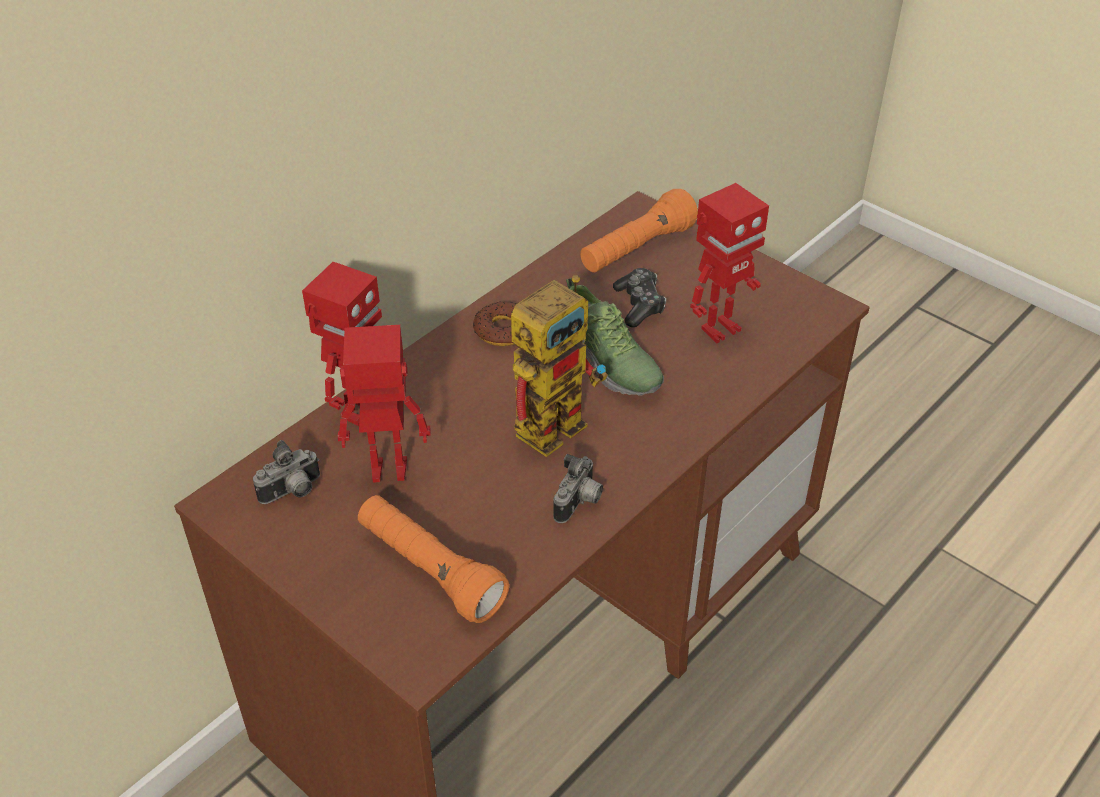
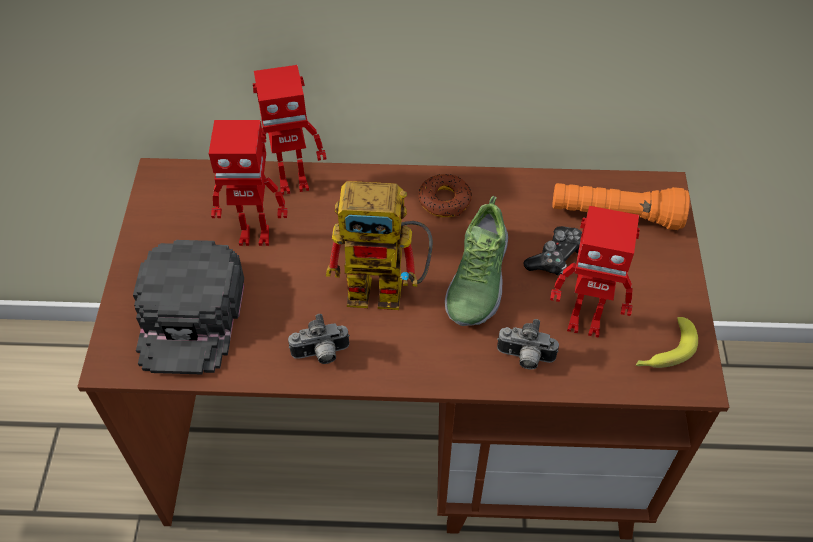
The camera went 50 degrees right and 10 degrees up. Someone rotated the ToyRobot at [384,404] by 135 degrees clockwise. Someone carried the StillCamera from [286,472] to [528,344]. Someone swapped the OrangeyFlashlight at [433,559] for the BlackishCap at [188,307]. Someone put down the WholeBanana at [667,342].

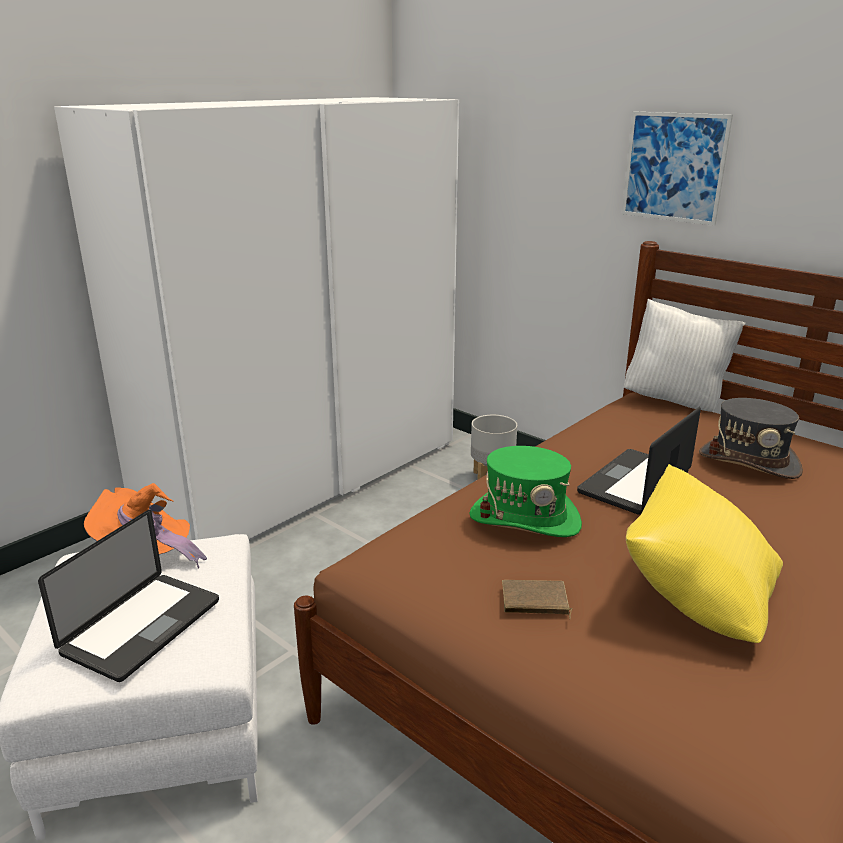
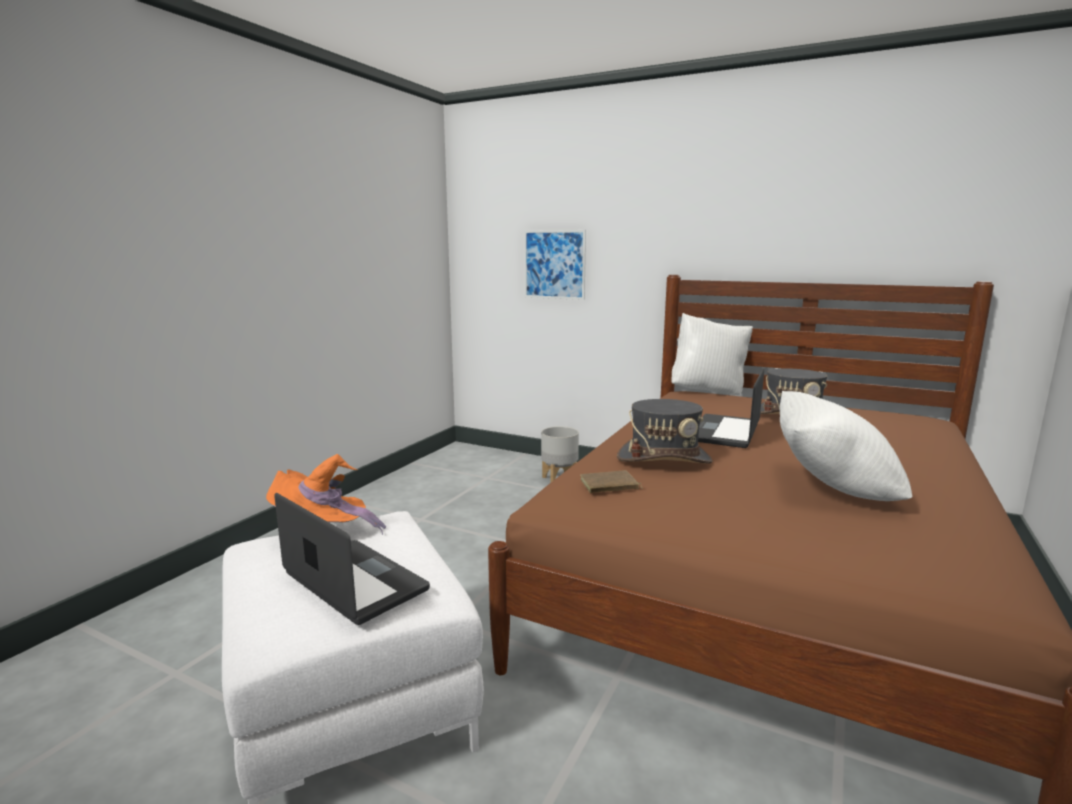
The camera went 15 degrees left and 10 degrees down. Someone took away the WhitishClothesCupboard at [256,319]. Someone carried the Picture from [677,168] to [555,265]. Someone repainted the GreenWearableHat at [526,491], which became the GreyWearableHat at [665,431]. Someone repainted the YellowColouredPillow at [704,553], which became the WhitishPillow at [846,446]. Someone rotated the Laptop at [128,596] by 60 degrees counterclockwise. Someone carried the BrownColouredBoundBook from [537,600] to [611,481].

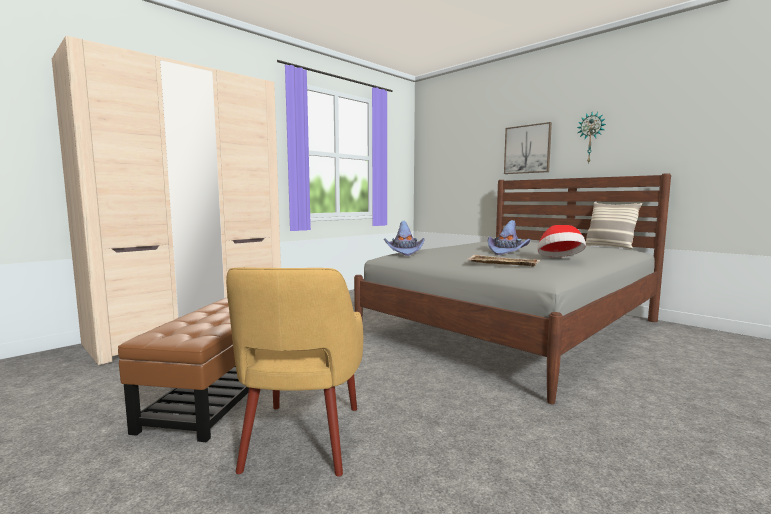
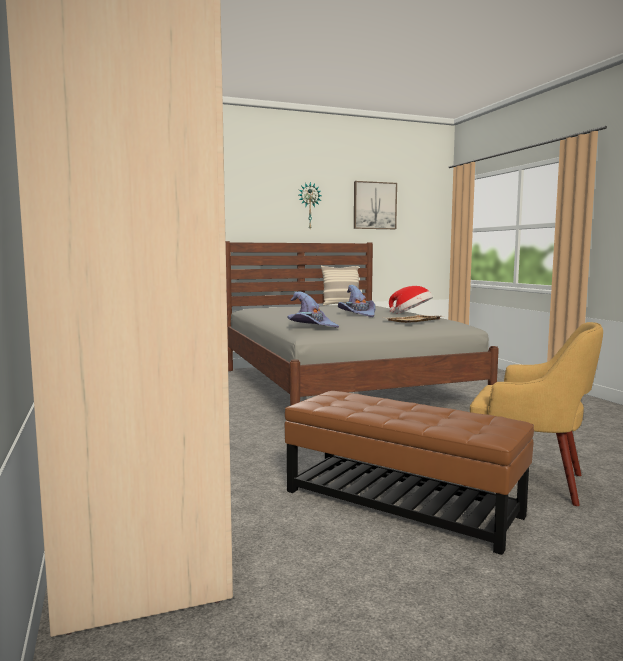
The camera went 65 degrees left and 0 degrees up. Someone carried the Picture from [528,148] to [375,205].

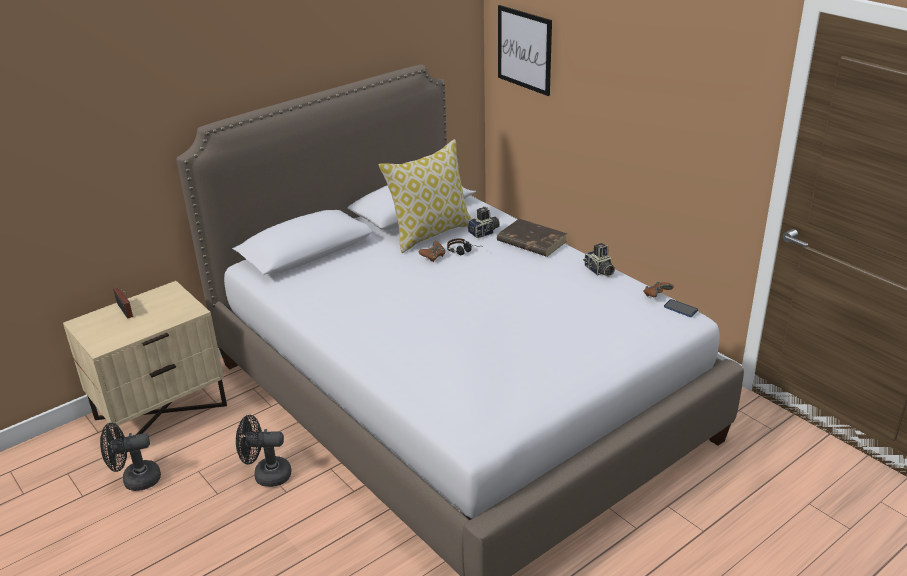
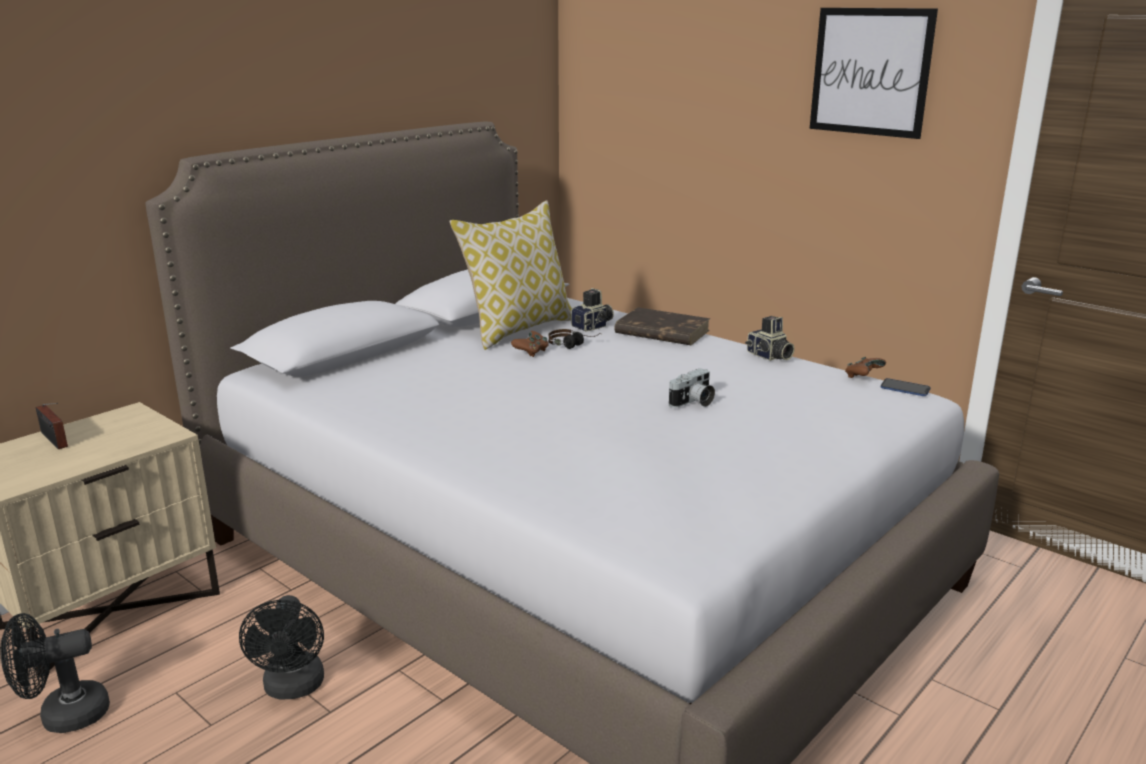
The camera went 10 degrees left and 10 degrees down. Someone carried the Picture from [525,50] to [874,73]. Someone rotated the BlackishCoolingFan at [263,451] by 90 degrees counterclockwise. Someone put down the StillCamera at [692,388].

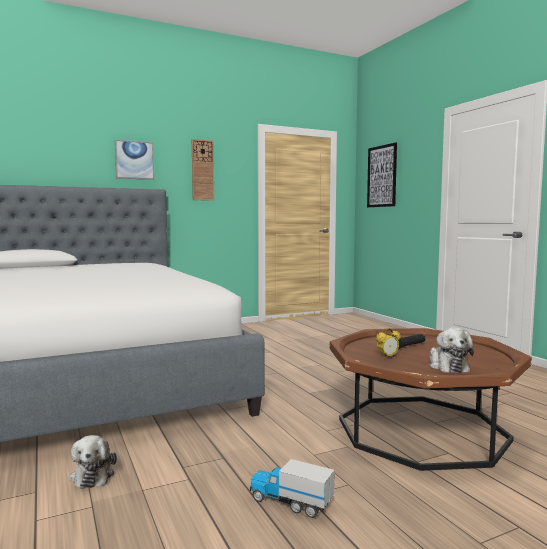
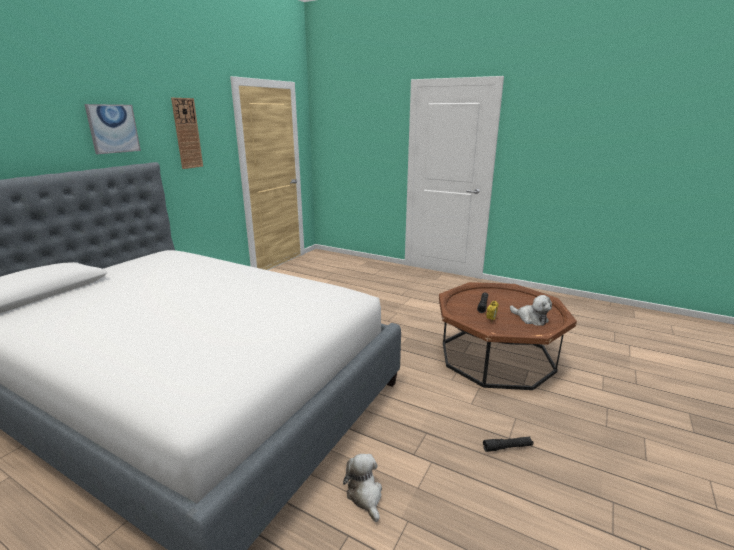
The camera went 35 degrees left and 15 degrees up. Someone took away the Picture at [382,174]. Someone rotated the PlushToy at [93,462] by 150 degrees counterclockwise. Someone swapped the ToyLorry at [292,488] for the BlackishFlashlight at [508,444].

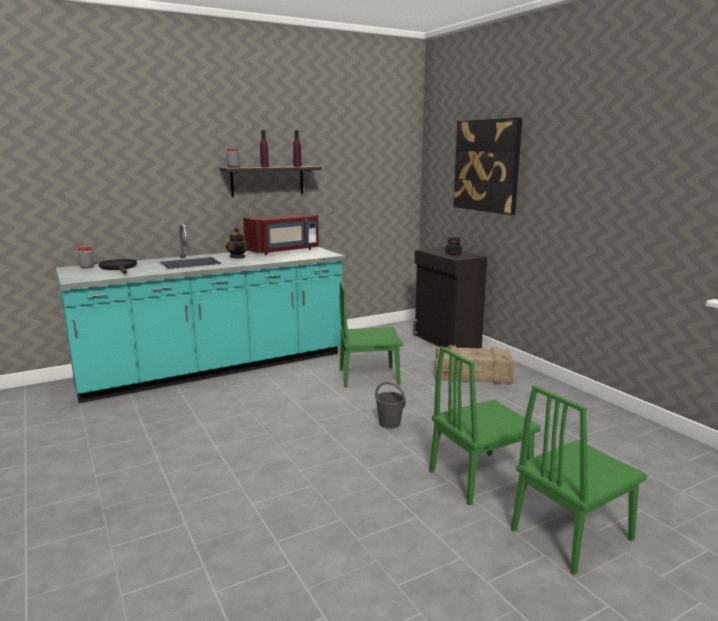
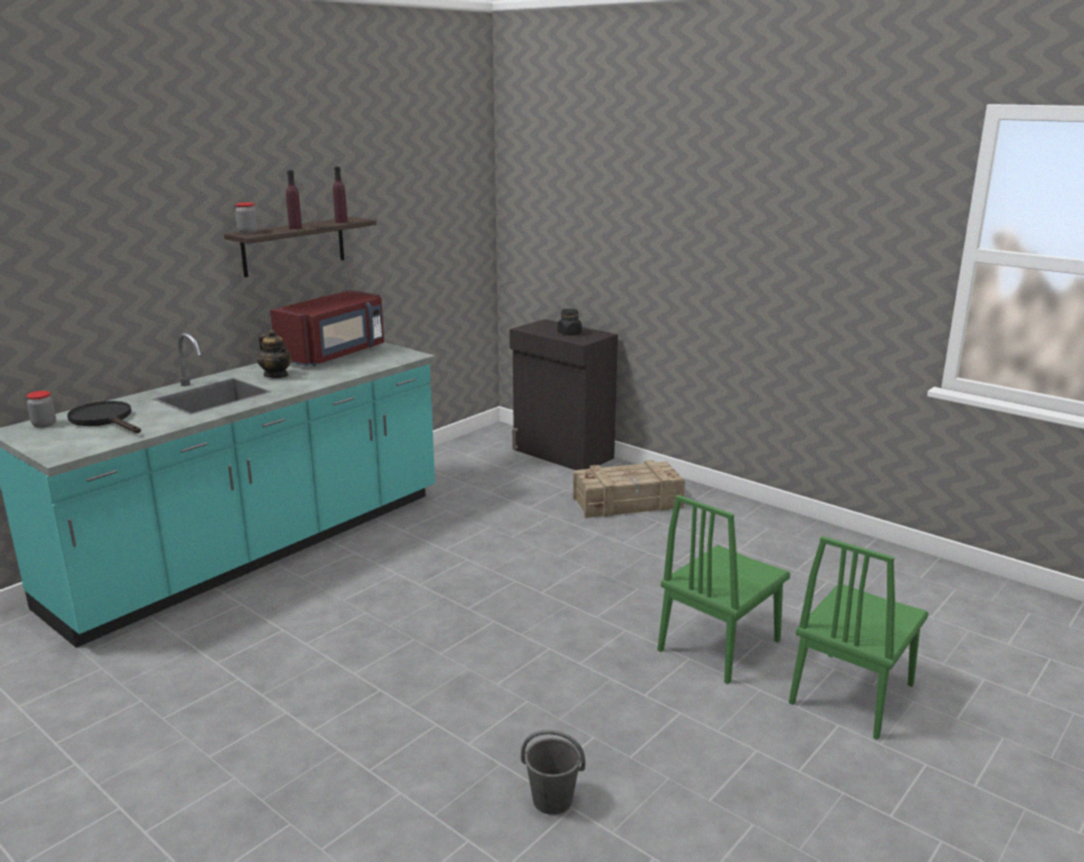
The camera went 20 degrees left and 5 degrees up. Someone took away the Picture at [487,166]. Someone took away the GreenChair at [371,334]. Someone carried the GreyBucket from [390,405] to [553,772].

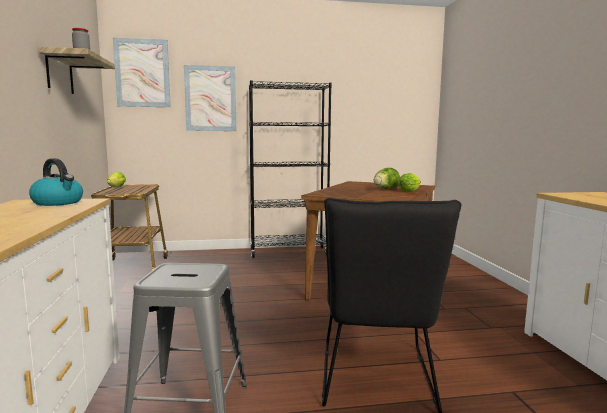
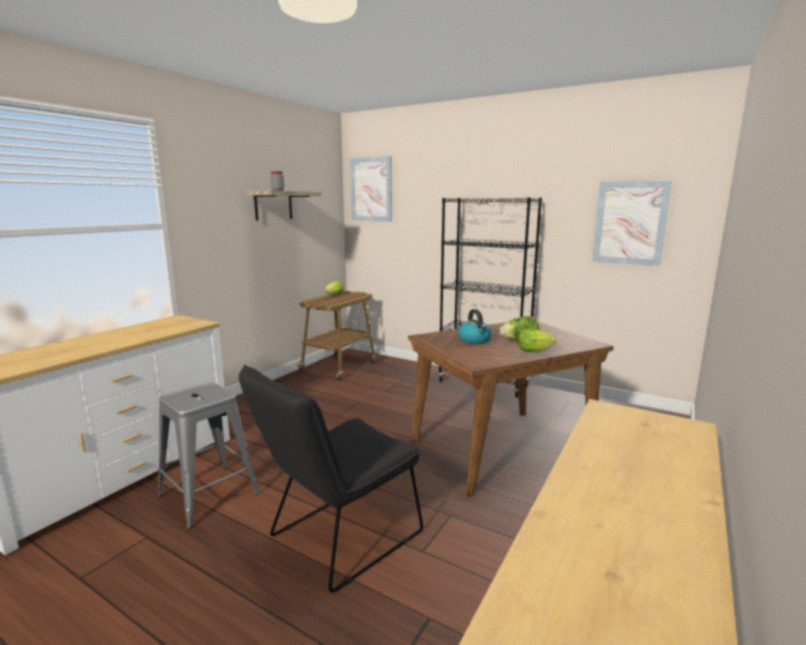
The camera went 40 degrees right and 5 degrees up. Someone carried the Picture from [210,98] to [632,223]. Someone carried the TeaKettle from [56,182] to [475,326].

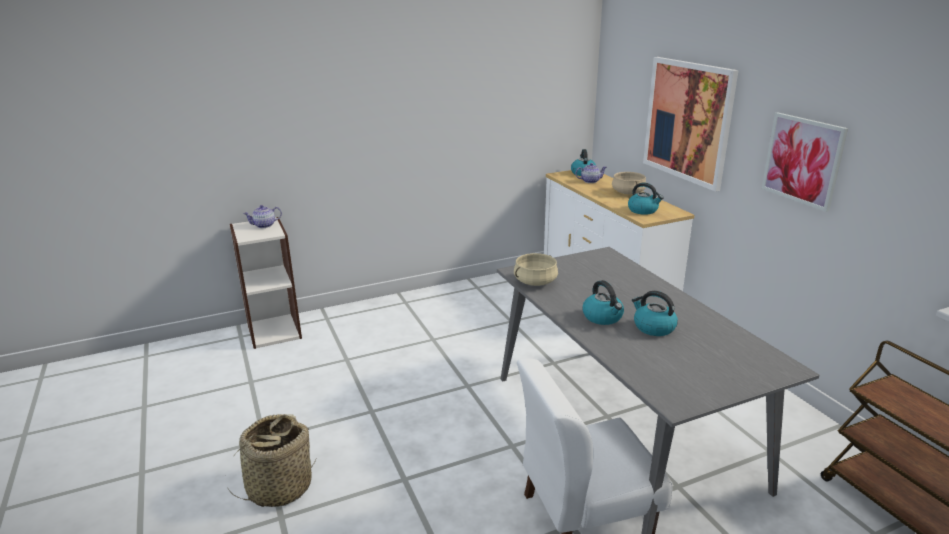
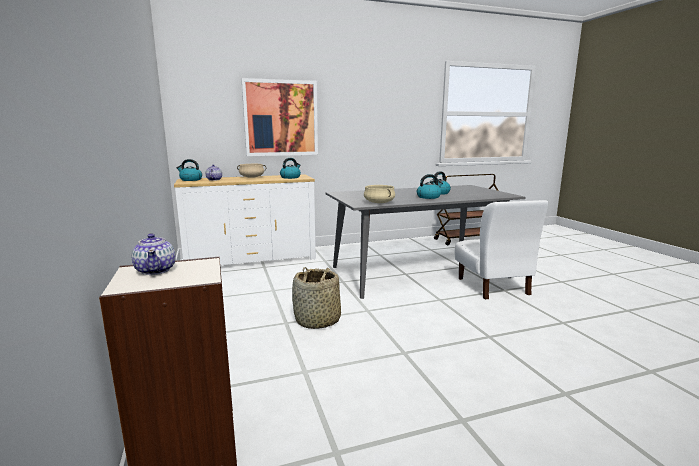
The camera went 85 degrees left and 10 degrees down. Someone took away the Picture at [804,162]. Someone carried the HouseholdBasket from [272,460] to [316,298].

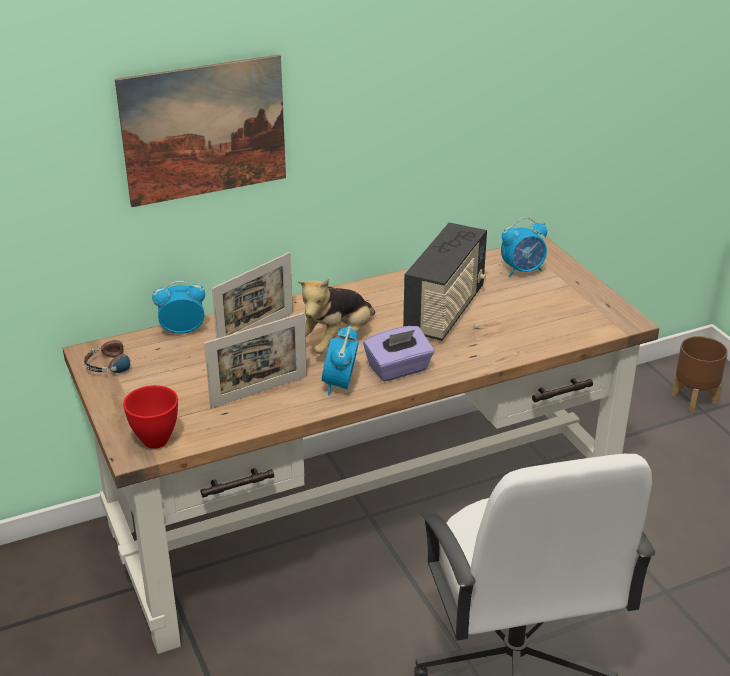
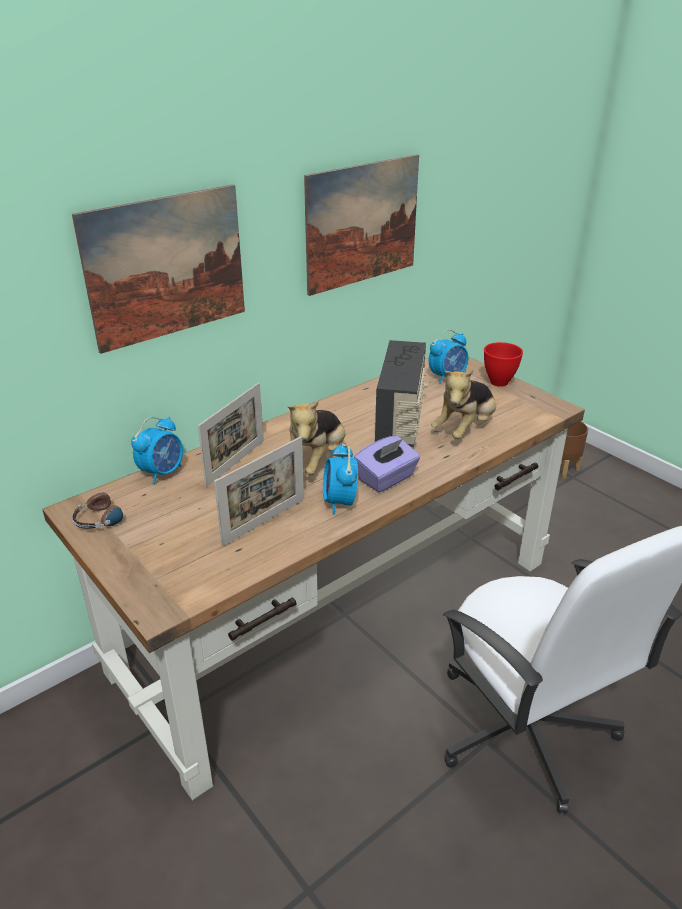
The camera went 15 degrees left and 0 degrees up. Someone rotated the BedsideClock at [178,307] by 150 degrees clockwise. Someone carried the ReddishDeepDish from [150,417] to [503,364]. Someone put up the Picture at [361,225]. Someone put down the PlushToy at [463,404].

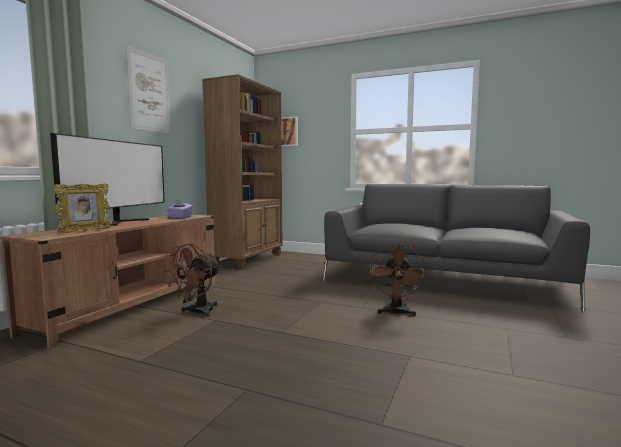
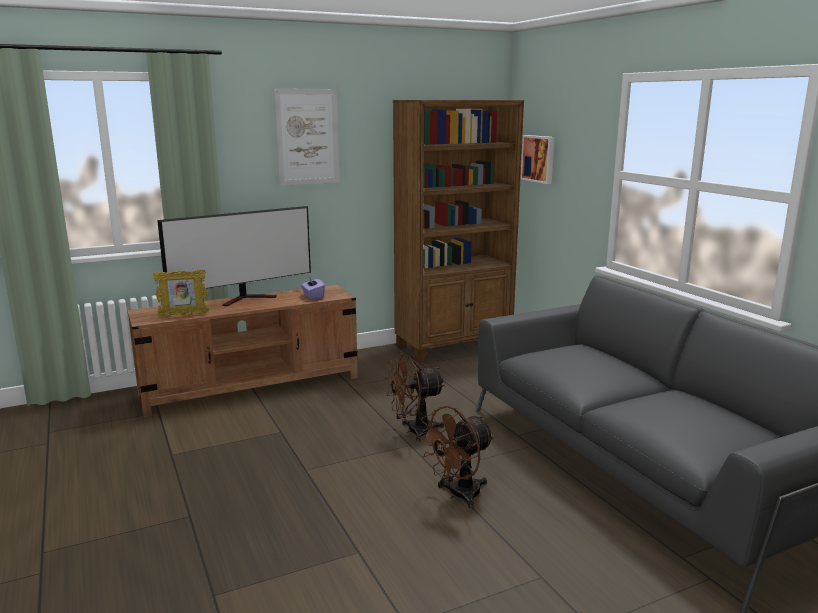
The camera went 40 degrees right and 10 degrees up. Someone carried the BrownColouredCoolingFan from [192,280] to [415,398].

